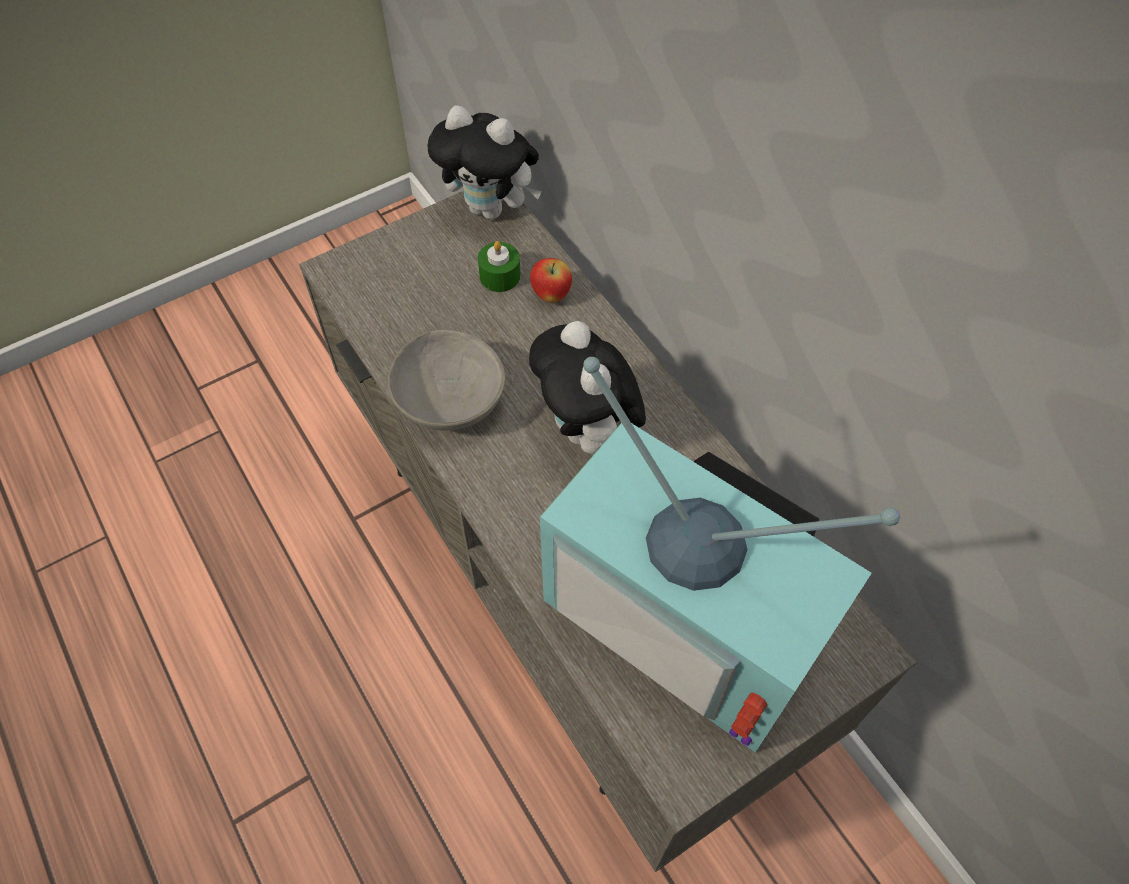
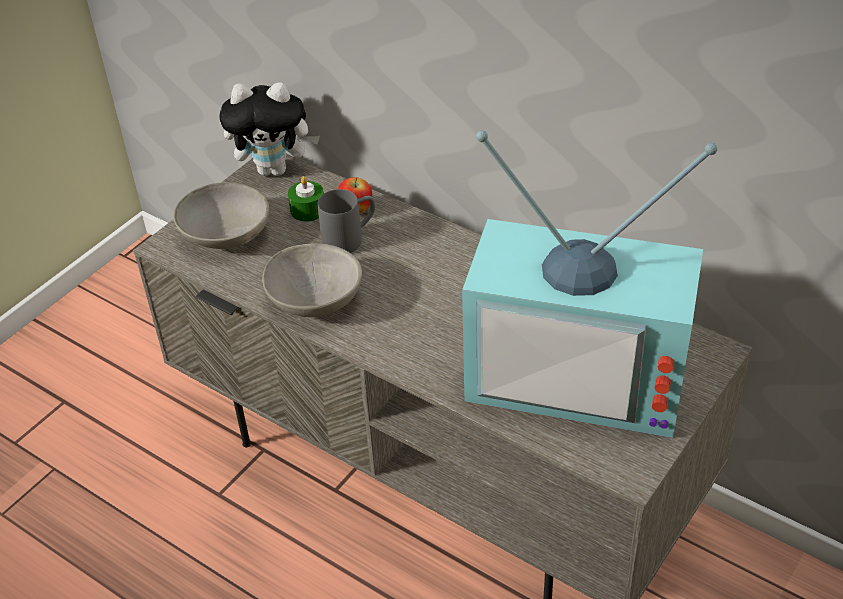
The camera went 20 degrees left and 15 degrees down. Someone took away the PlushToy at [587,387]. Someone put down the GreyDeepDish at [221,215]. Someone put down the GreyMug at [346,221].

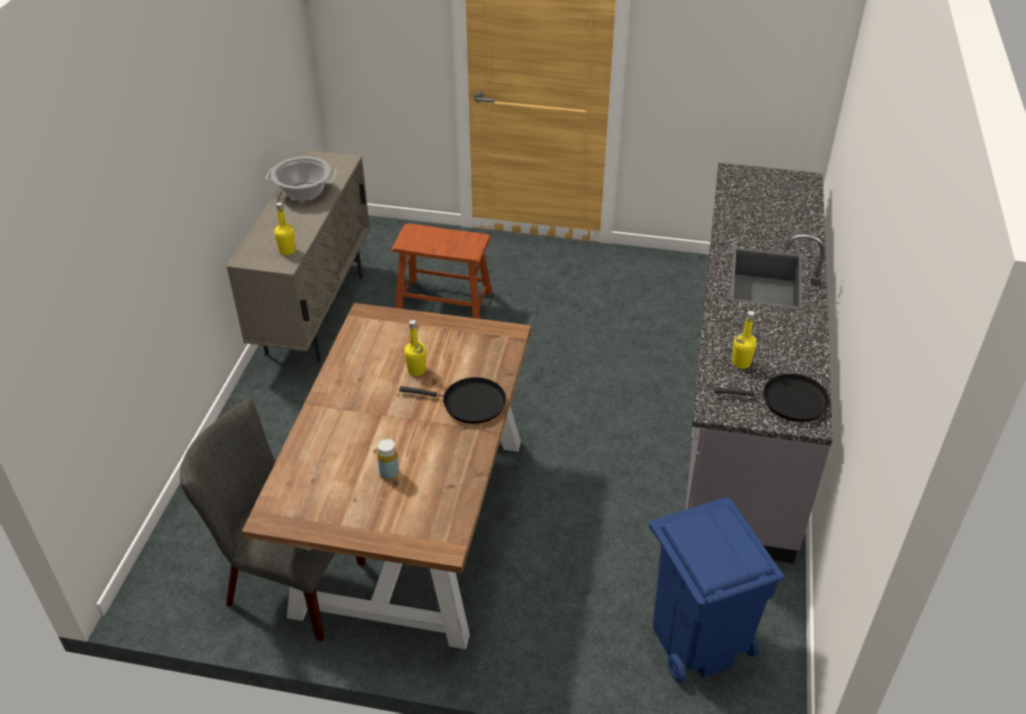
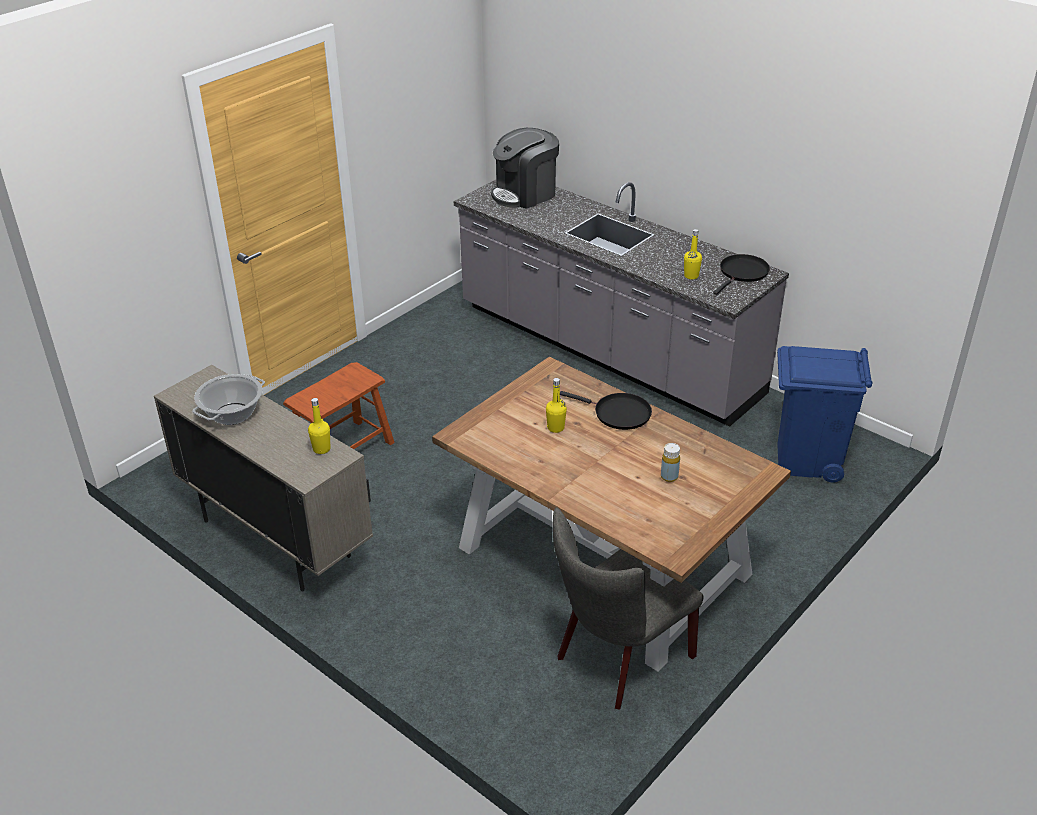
The camera went 60 degrees left and 5 degrees down. Someone rotated the BlackishPan at [452,400] by 75 degrees clockwise. Someone put down the CoffeeMaker at [525,168].

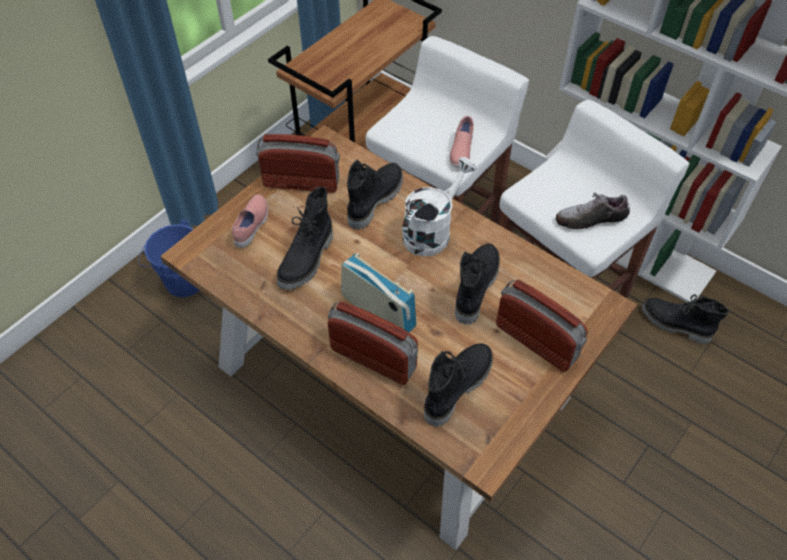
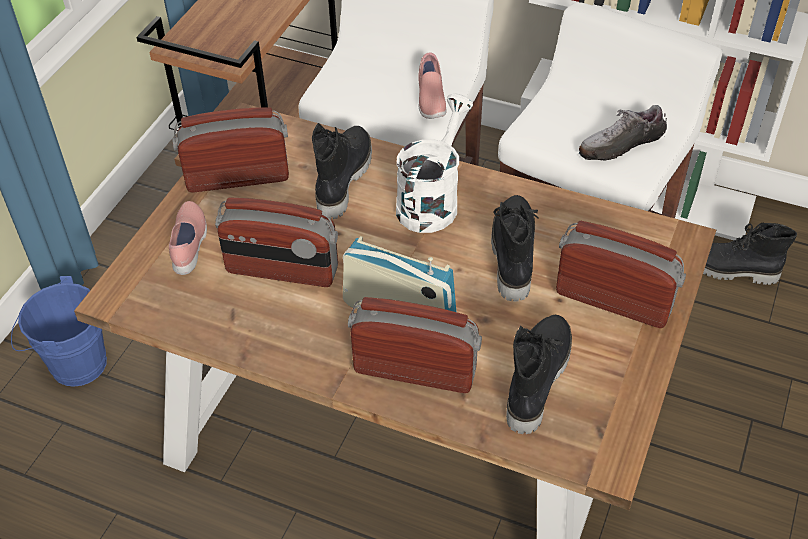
The camera went 15 degrees left and 5 degrees down. Someone swapped the BlackishHighTopBoot at [305,238] for the Radio at [276,242].

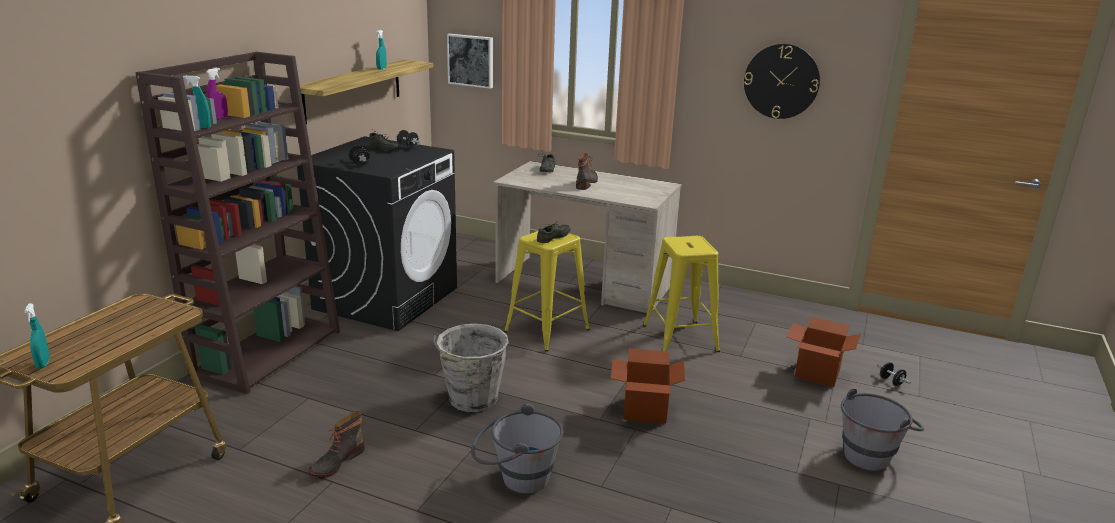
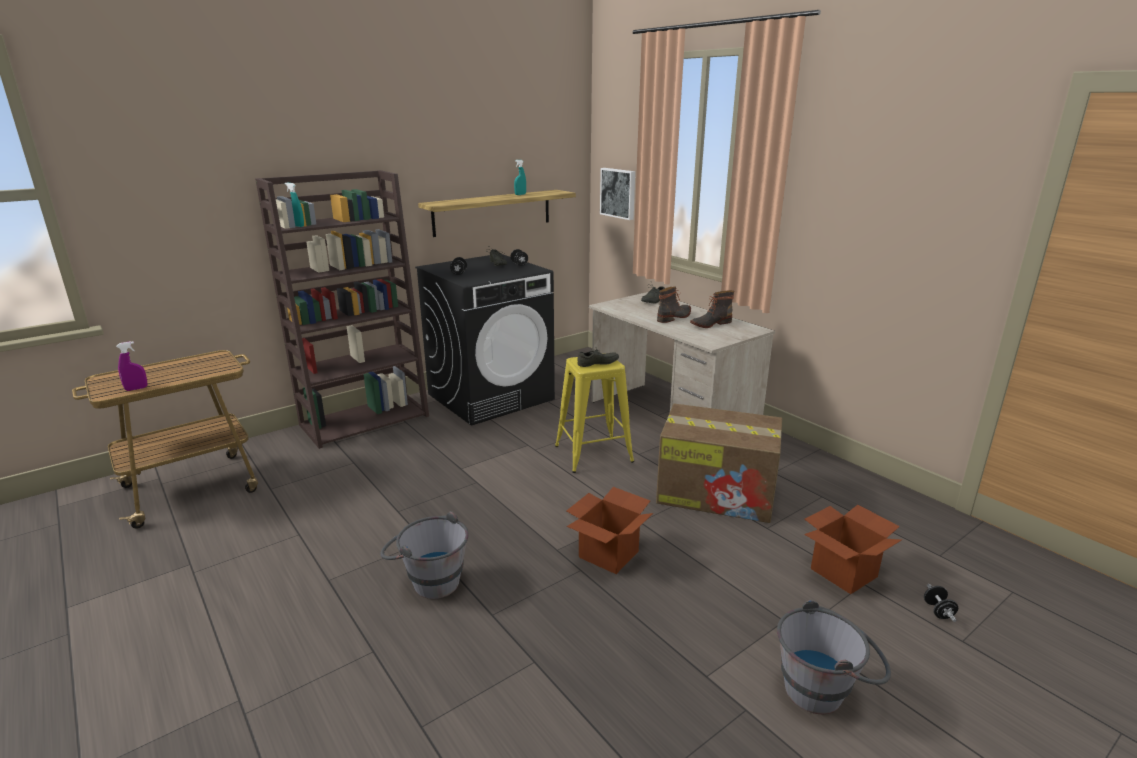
The camera went 30 degrees right and 0 degrees up. Someone took away the HangingClock at [782,81]. Someone carried the PurplishSprayer from [217,94] to [131,366]. Someone swapped the YellowColouredStoolSeat at [681,294] for the CardboardBox at [719,463]. Someone took away the TurquoiseColouredSprayer at [37,336]. Someone took away the GreyBucket at [471,368]. Someone carried the HighTopBoot from [336,444] to [712,309].

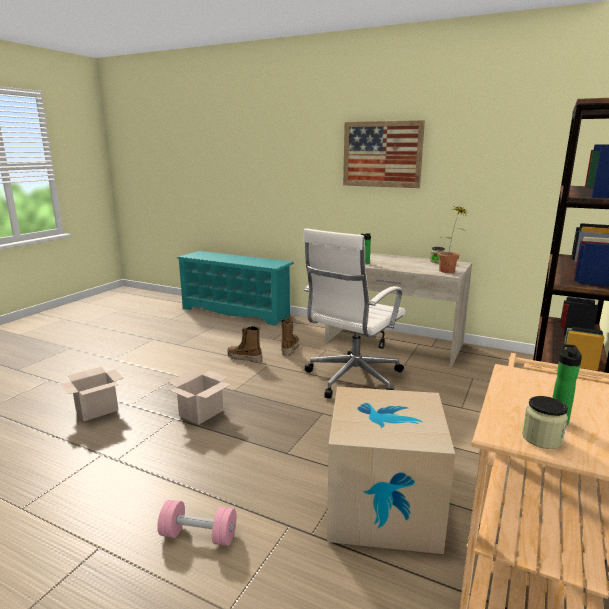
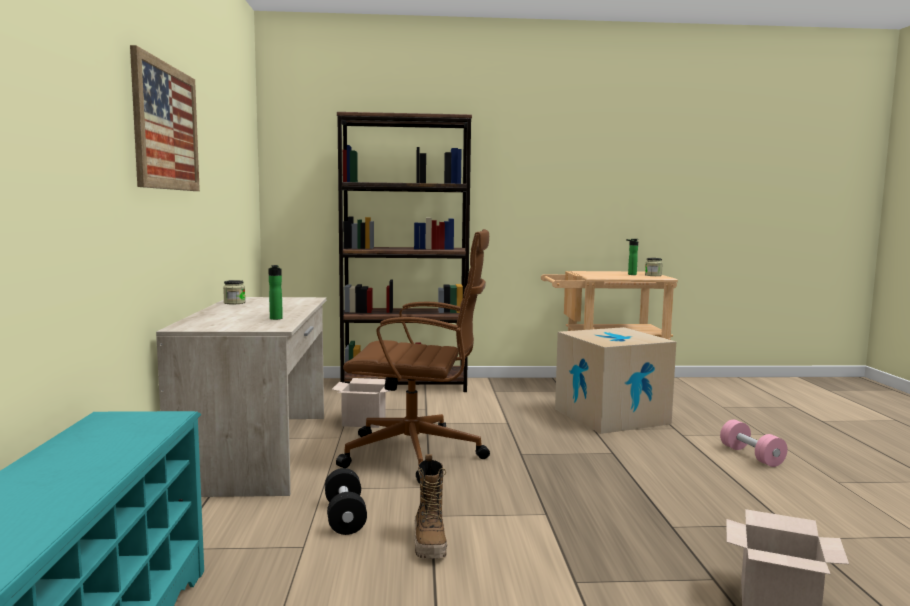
The camera went 120 degrees left and 10 degrees down. Someone took away the Houseplant at [453,239]. Someone repainted the WhitishOfficeChair at [354,313], which became the BrownColouredOfficeChair at [413,356]. Someone swapped the HighTopBoot at [290,337] for the BlackishHandWeight at [346,501]. Someone carried the CardboardBox from [199,397] to [360,403].

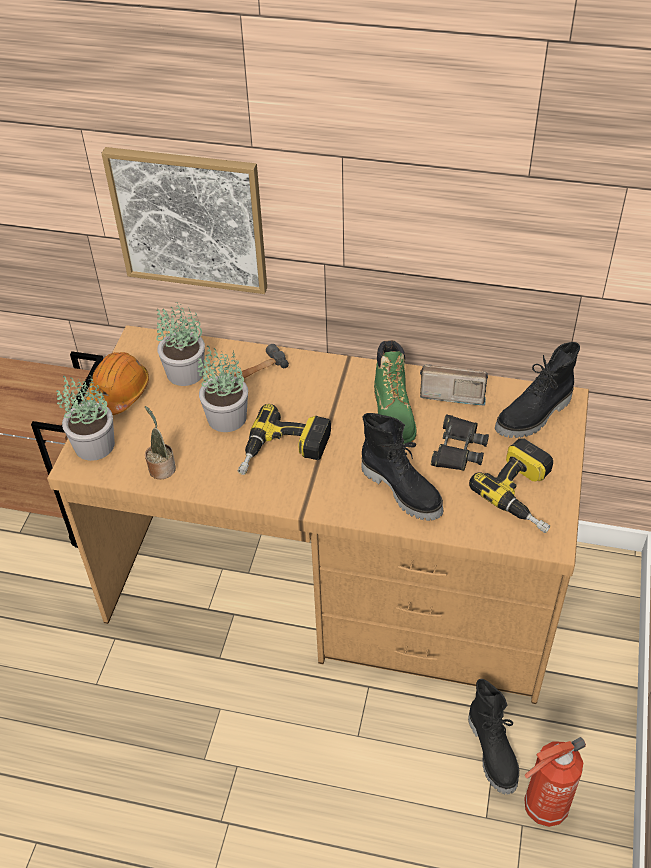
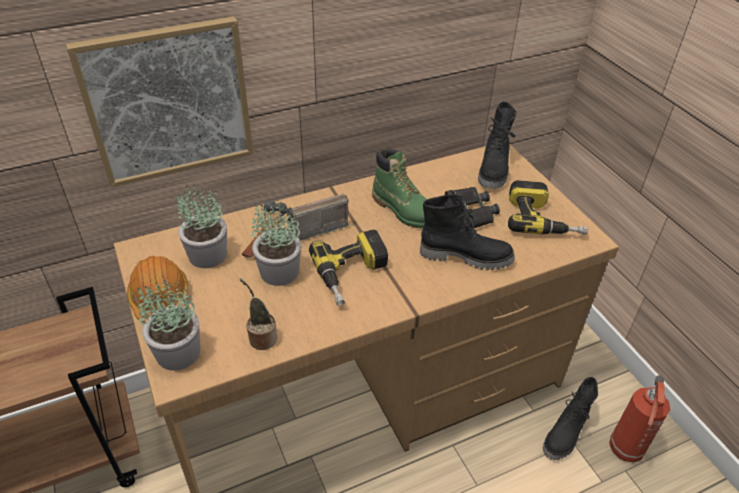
The camera went 40 degrees left and 5 degrees down. Someone carried the Radio from [454,385] to [318,217]. Someone rotated the BlackishHighTopBoot at [493,737] by 90 degrees clockwise.

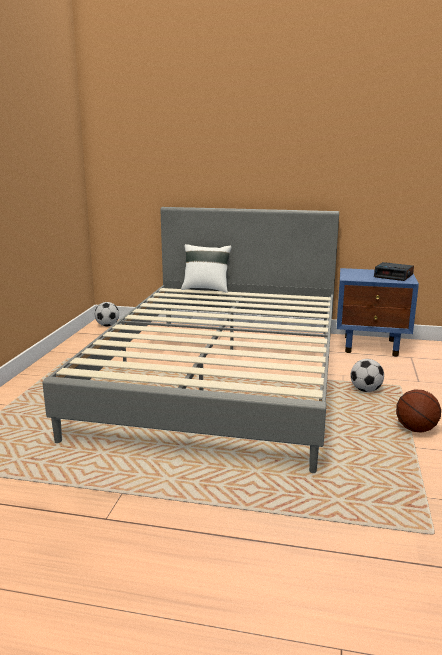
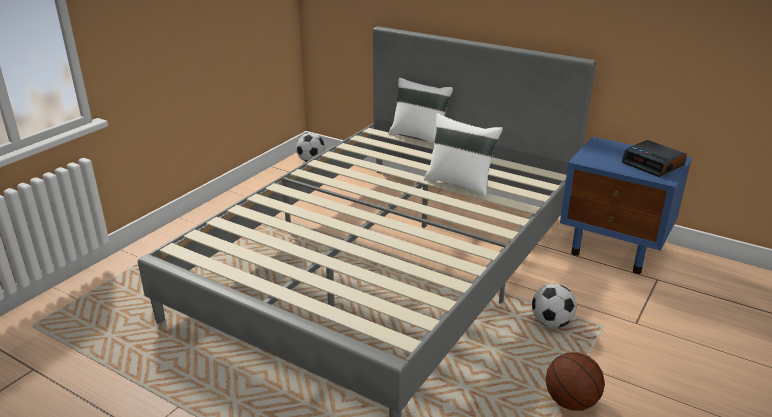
The camera went 20 degrees right and 10 degrees up. Someone put down the WhitishPillow at [463,155].

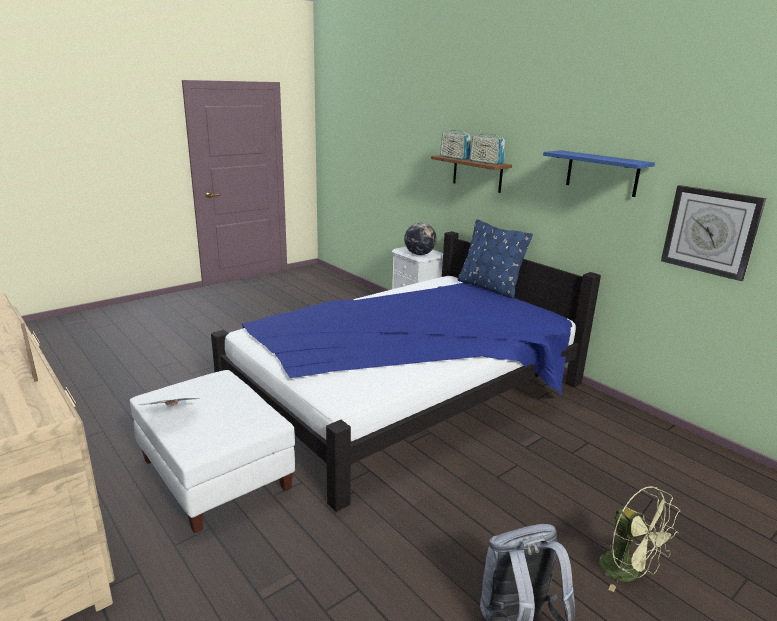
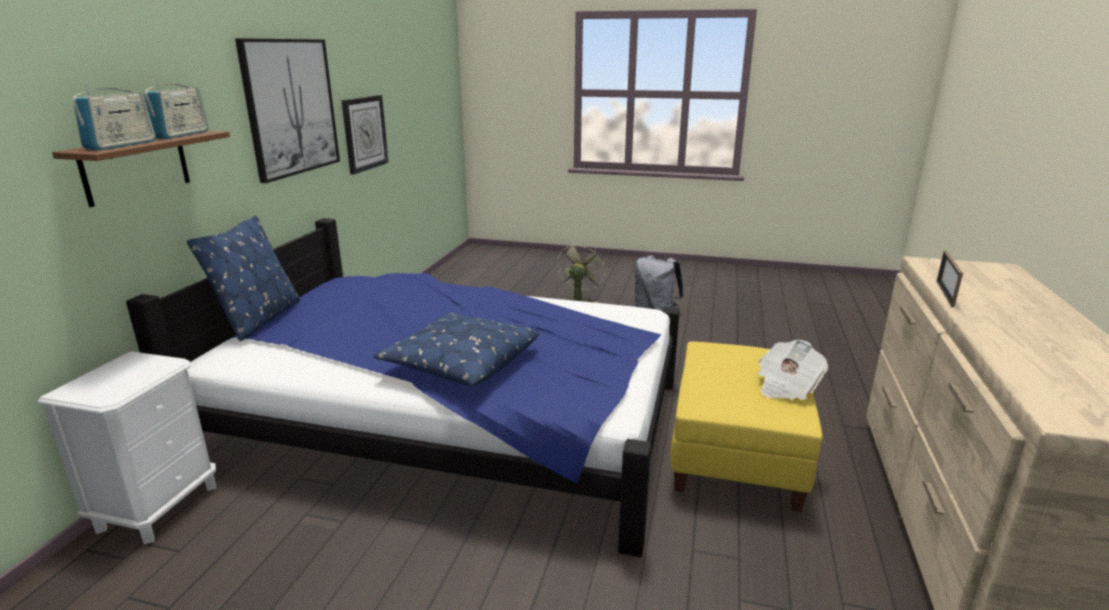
The camera went 125 degrees left and 0 degrees up. Someone swapped the BlueShelf at [599,173] for the Picture at [287,110]. Someone took away the DeskGlobe at [420,239]. Someone repainted the WhitishOttoman at [212,451], which became the YellowColouredOttoman at [747,427]. Someone put down the BluePillow at [456,349].

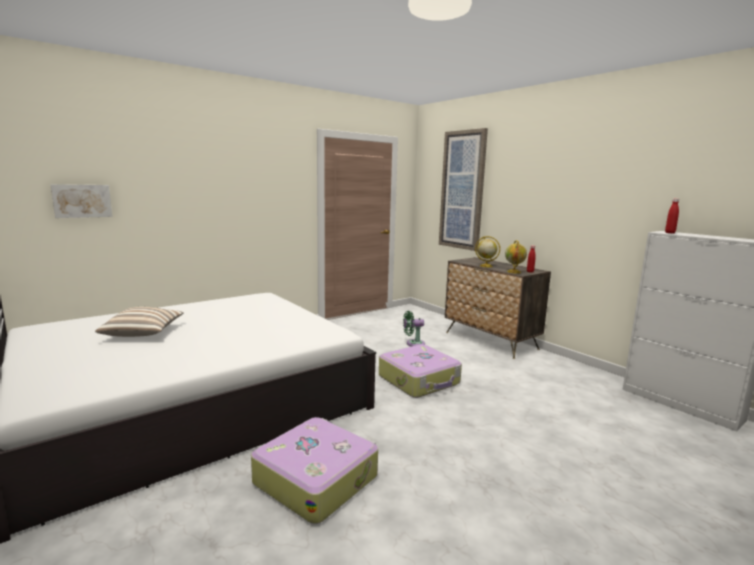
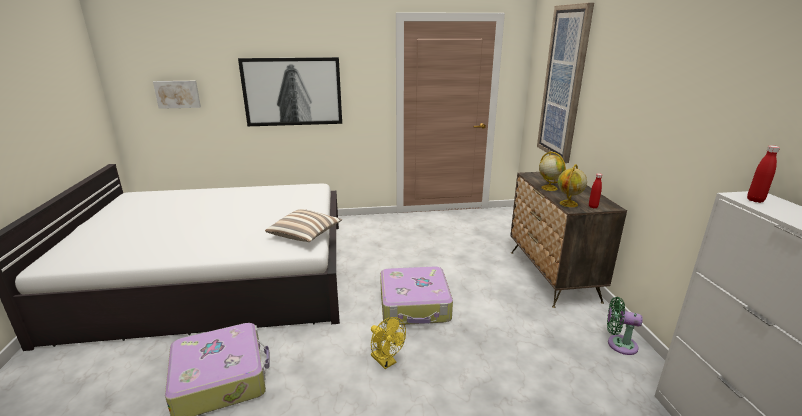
The camera went 30 degrees right and 10 degrees up. Someone carried the Pillow from [139,322] to [303,225]. Someone carried the GreenCoolingFan from [414,329] to [625,326]. Someone put up the Picture at [290,91]. Someone put down the YellowColouredCoolingFan at [388,343].

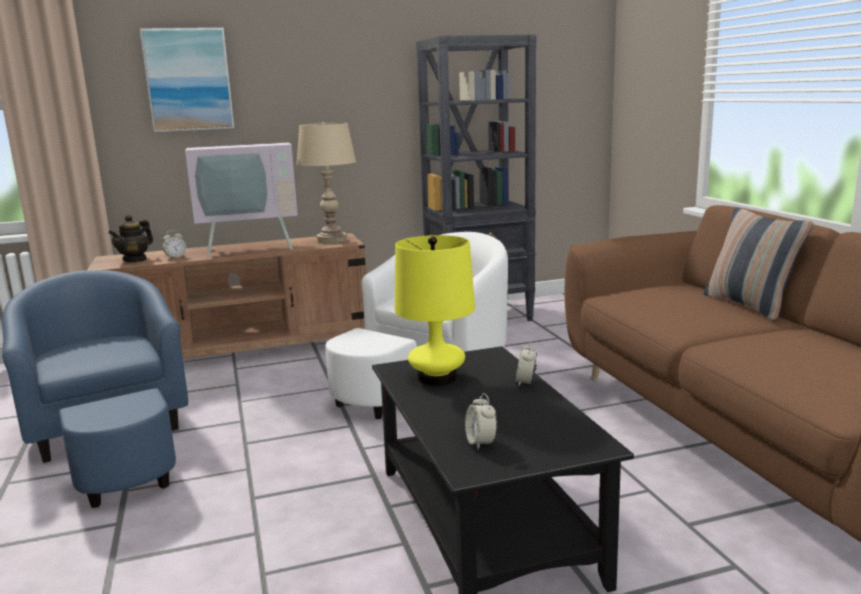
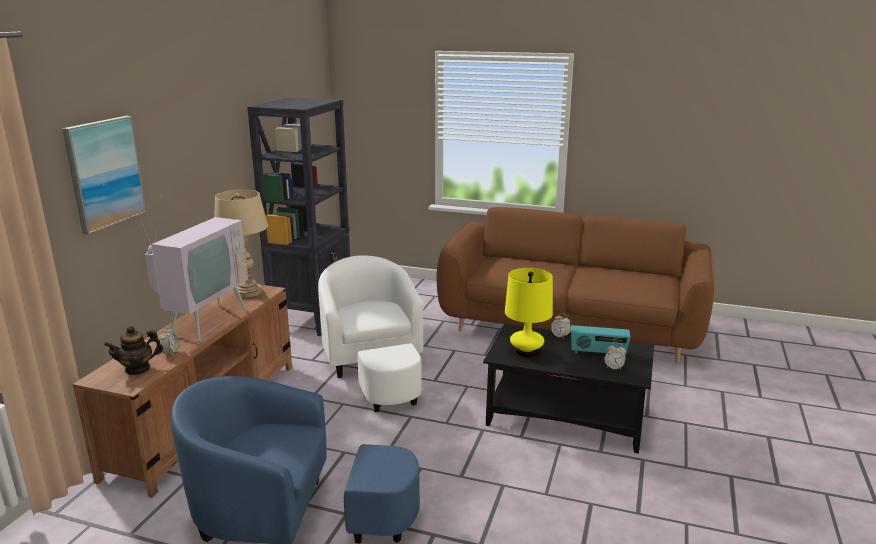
The camera went 55 degrees left and 5 degrees up. Someone took away the Pillow at [758,264]. Someone rotated the Teapot at [130,238] by 90 degrees clockwise. Someone put down the Radio at [600,340].

